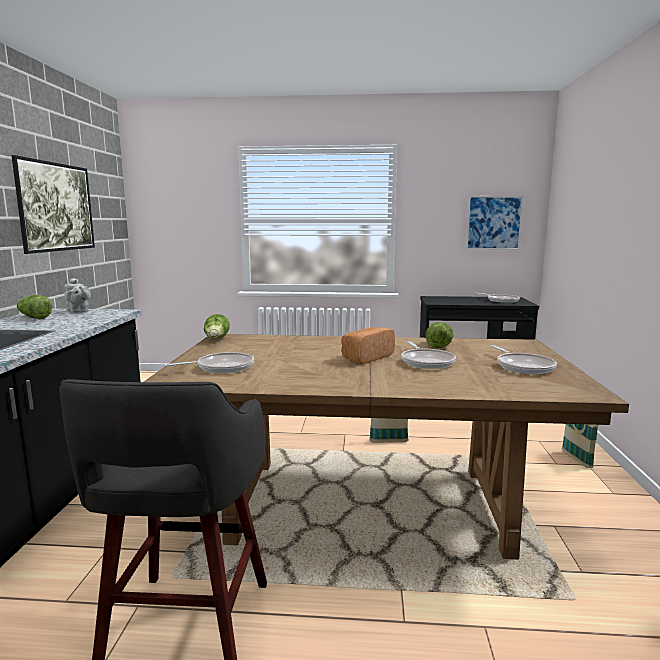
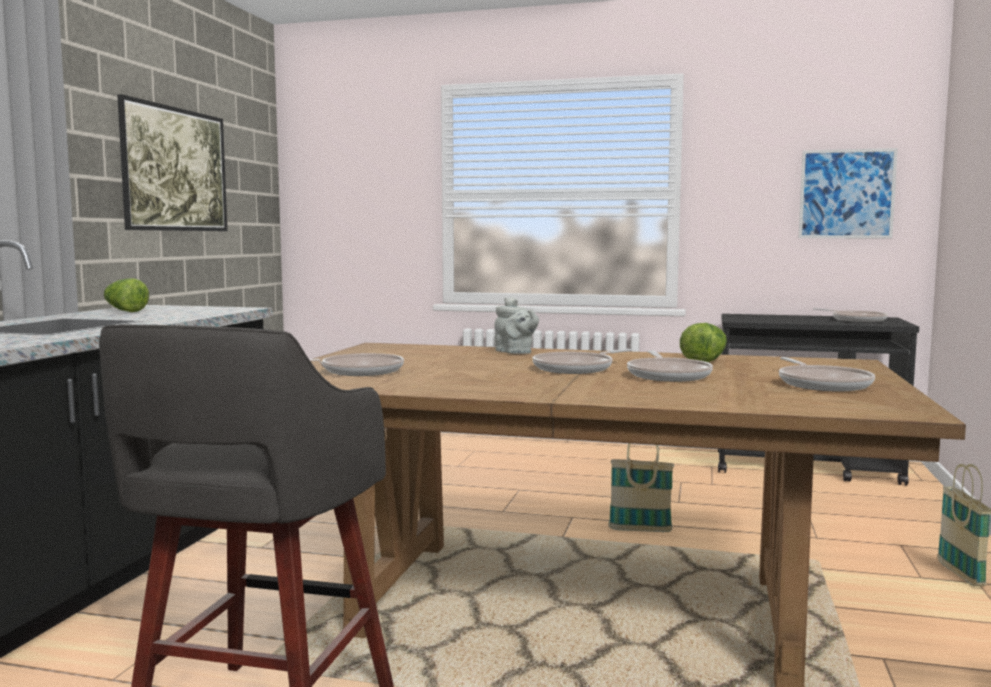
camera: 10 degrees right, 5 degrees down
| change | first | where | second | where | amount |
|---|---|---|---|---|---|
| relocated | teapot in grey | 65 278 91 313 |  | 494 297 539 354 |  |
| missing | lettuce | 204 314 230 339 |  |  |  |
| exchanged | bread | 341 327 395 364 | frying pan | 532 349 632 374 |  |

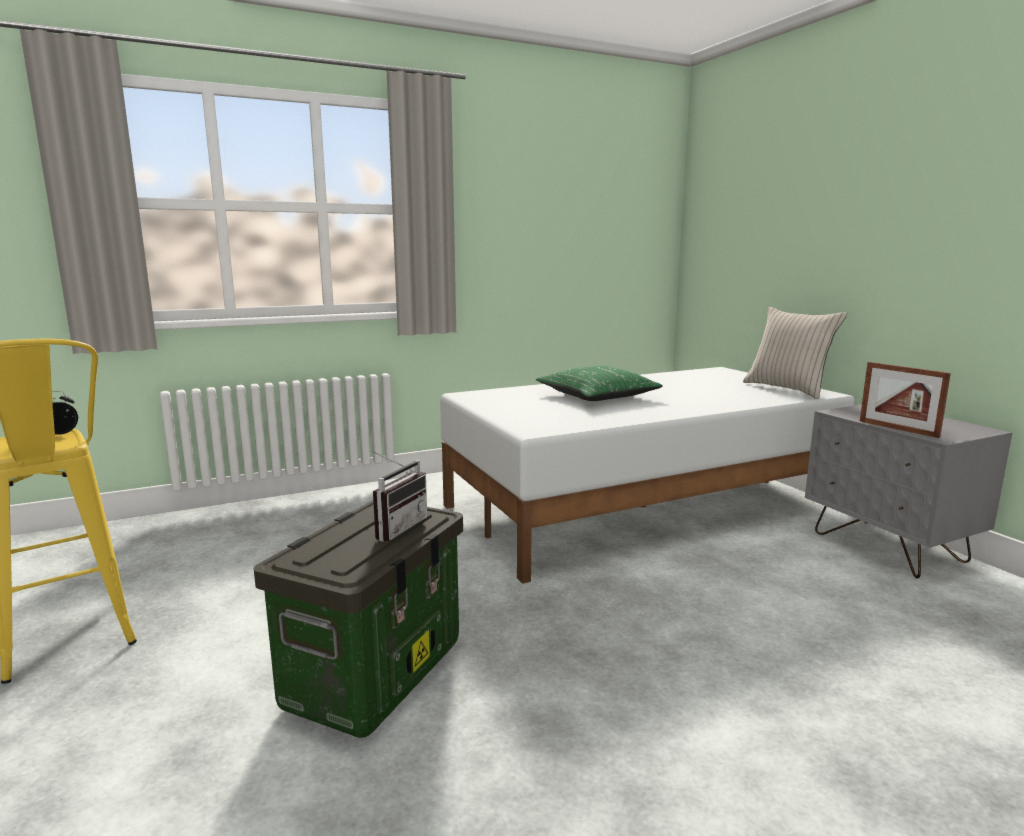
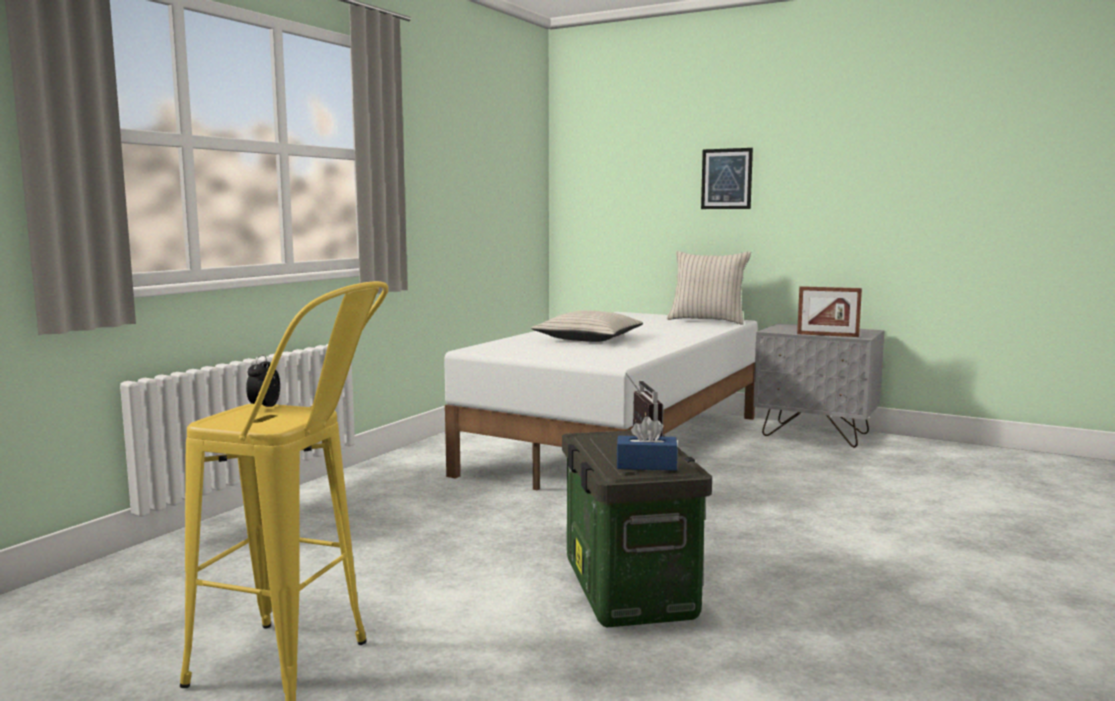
camera: 35 degrees left, 5 degrees down
| change | first | where | second | where | amount |
|---|---|---|---|---|---|
| colour | pillow in green | 536 366 663 401 | pillow in beige | 531 310 643 342 |  |
| appeared |  |  | tissue box in blue | 616 416 678 471 |  |
| appeared |  |  | picture | 701 148 753 209 |  |

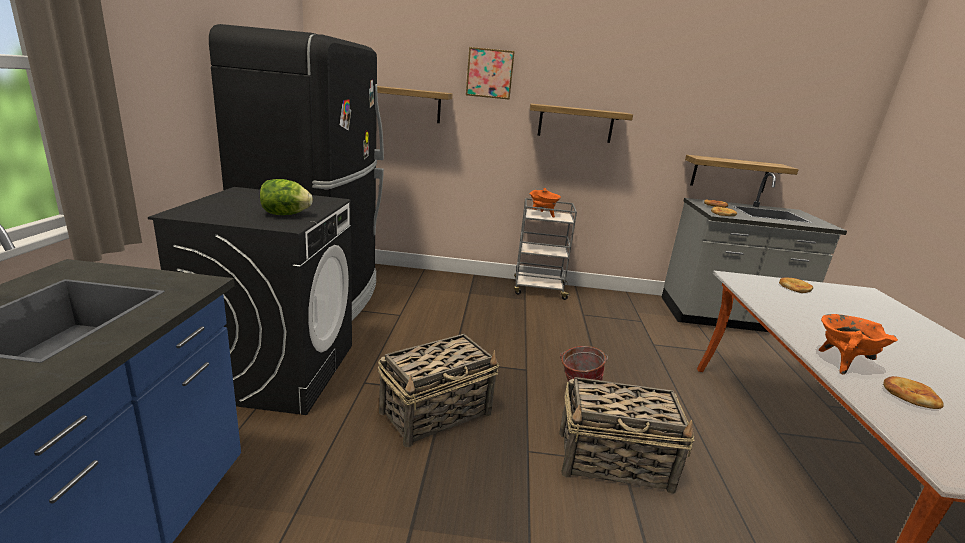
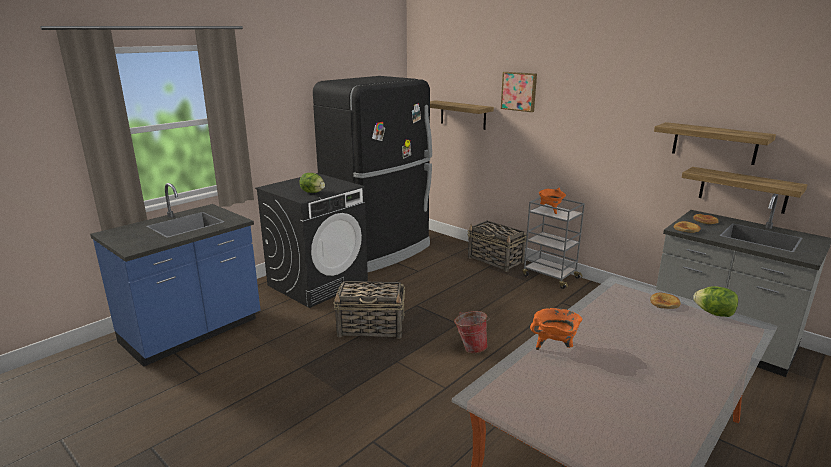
camera: 40 degrees right, 0 degrees up
| change | first | where | second | where | amount |
|---|---|---|---|---|---|
| relocated | shelf | 530 103 633 143 |  | 654 122 776 165 |  |
| relocated | basket | 559 377 694 494 |  | 467 221 527 272 |  |
| missing | bread | 883 376 944 409 |  |  |  |
| appeared |  |  | lettuce | 693 286 738 317 |  |

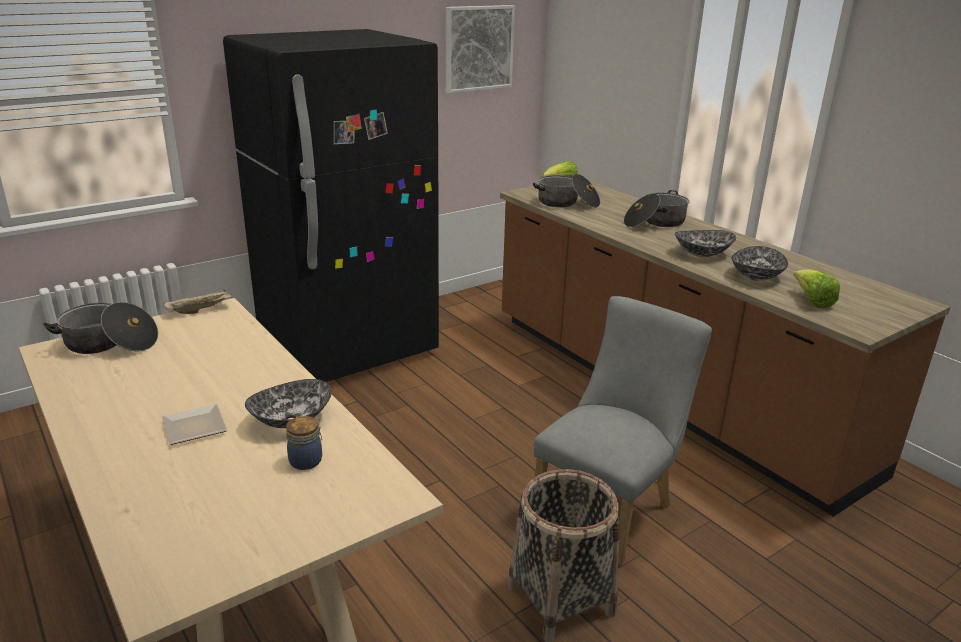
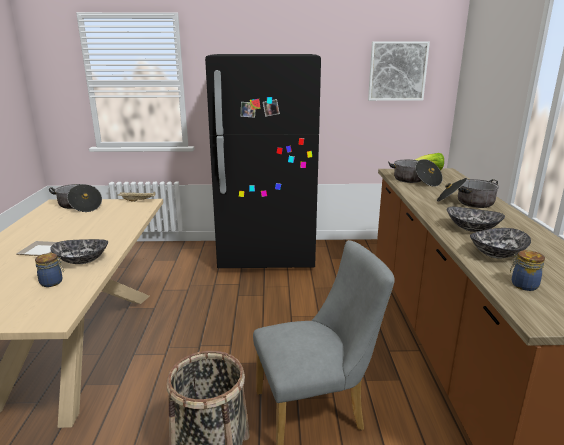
camera: 35 degrees right, 5 degrees down
| change | first | where | second | where | amount |
|---|---|---|---|---|---|
| exchanged | lettuce | 794 269 840 308 | jar | 510 250 545 291 |  |

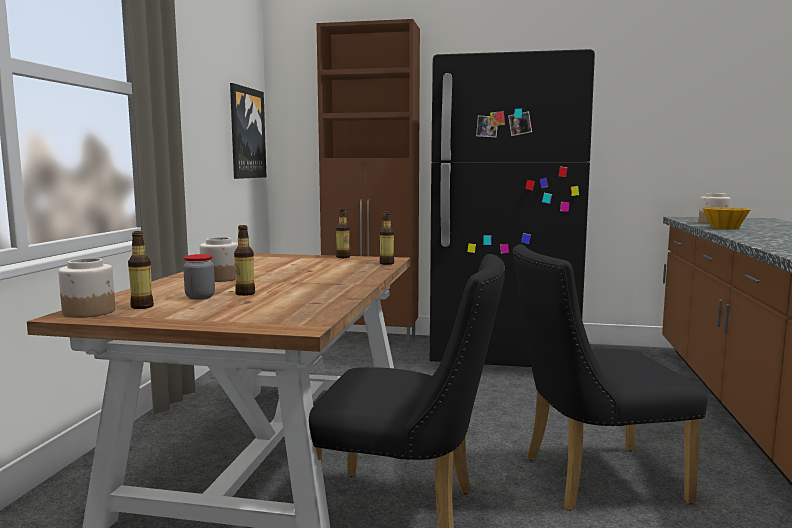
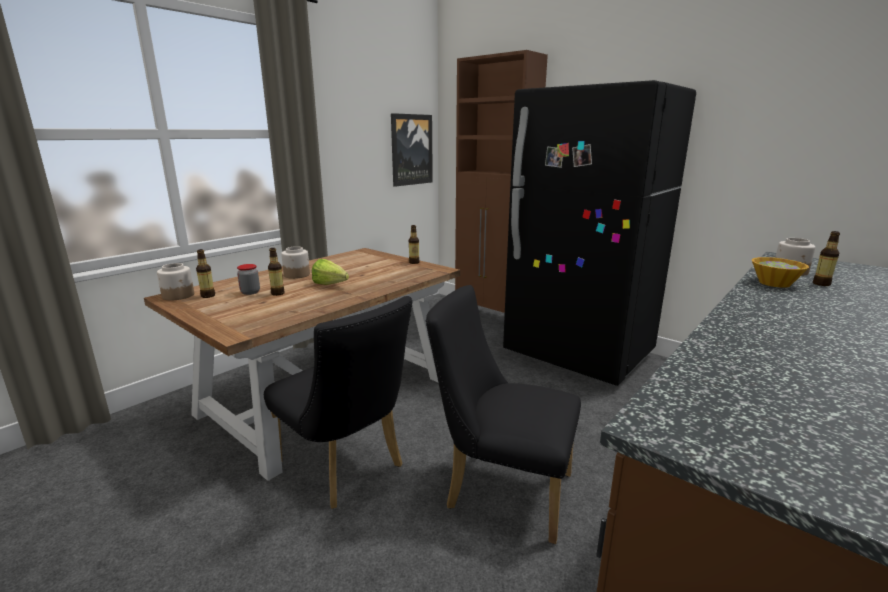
camera: 30 degrees right, 10 degrees up
| change | first | where | second | where | amount |
|---|---|---|---|---|---|
| relocated | bottle | 380 211 394 265 |  | 813 231 840 286 |  |
| appeared |  |  | lettuce | 312 259 349 285 |  |

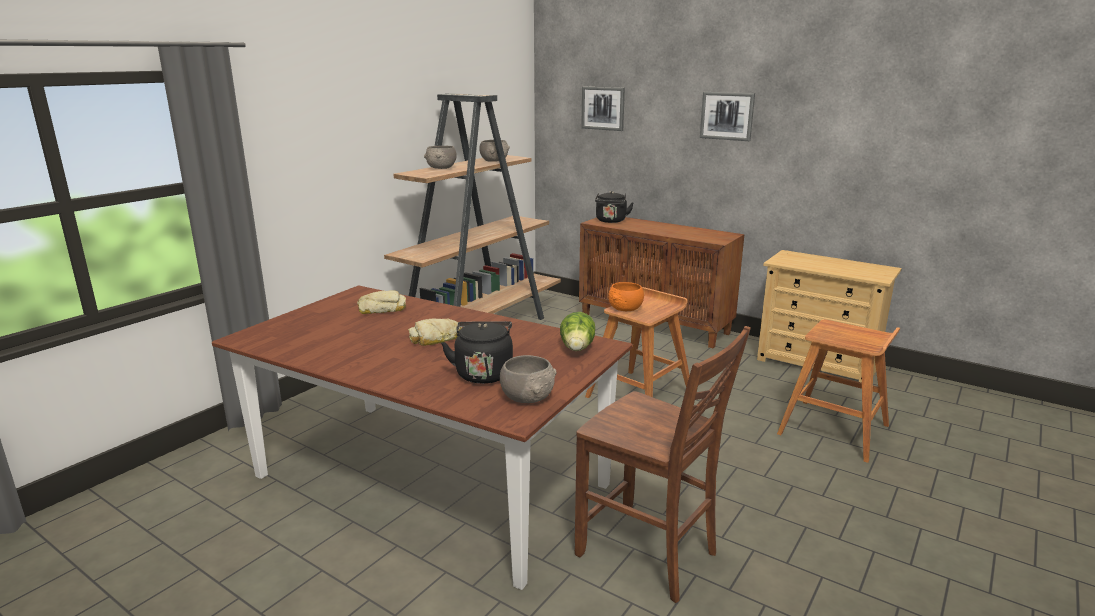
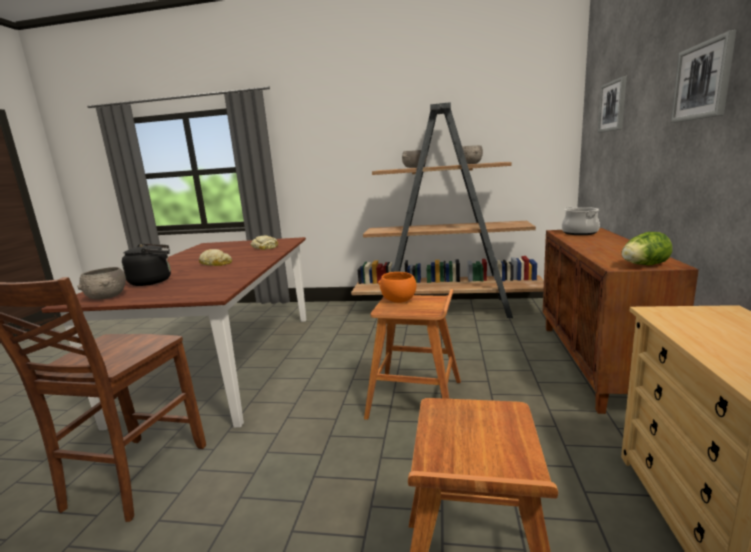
camera: 65 degrees right, 5 degrees down
| change | first | where | second | where | amount |
|---|---|---|---|---|---|
| relocated | lettuce | 560 312 595 351 |  | 621 232 672 265 |  |
| exchanged | kettle in black | 595 191 633 223 | cooking pot | 562 207 600 235 |  |

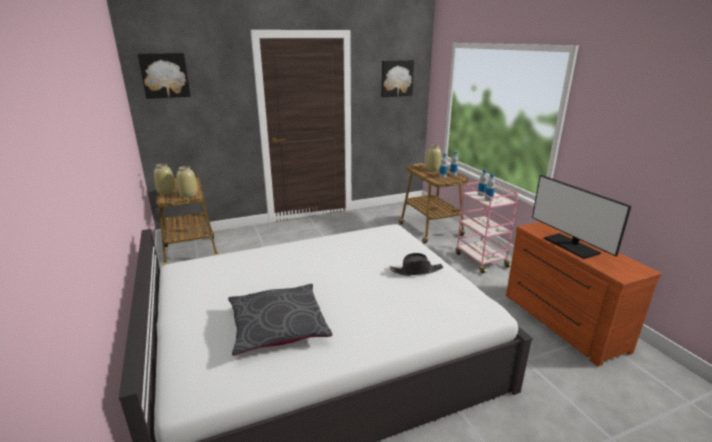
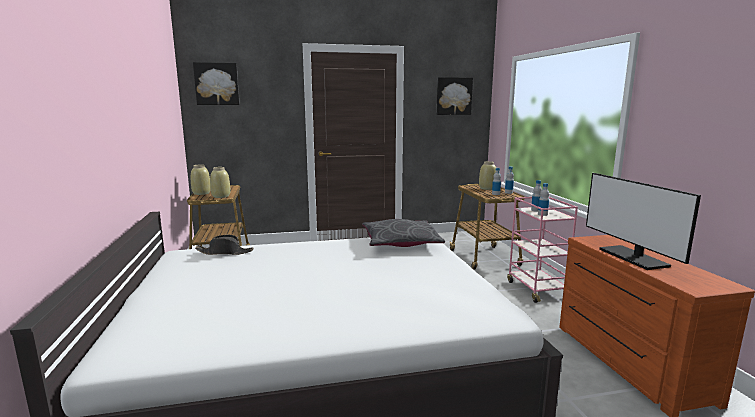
camera: 10 degrees right, 10 degrees down
| change | first | where | second | where | amount |
|---|---|---|---|---|---|
| relocated | pillow in grey | 228 284 332 356 |  | 362 219 445 247 |  |
| relocated | hat in black | 390 253 443 276 |  | 195 235 253 255 |  |

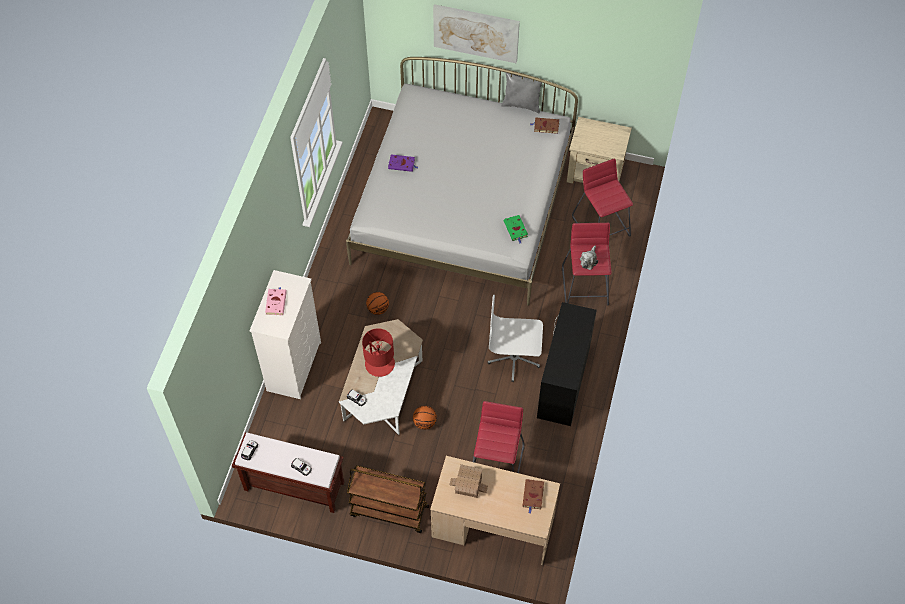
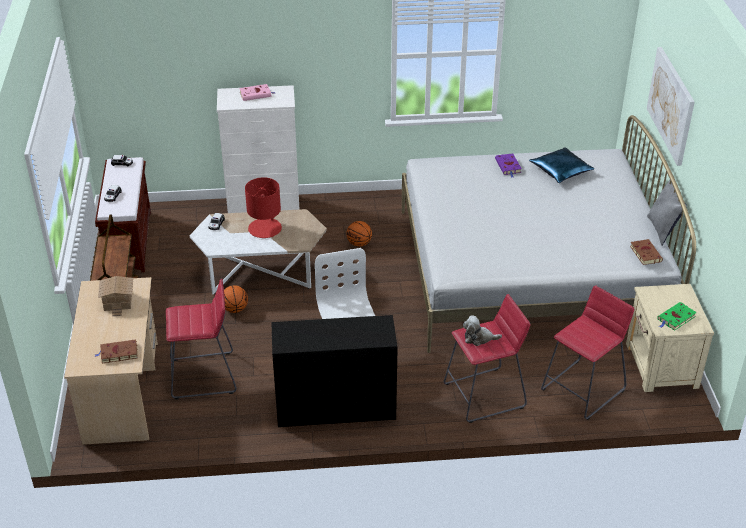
camera: 70 degrees right, 20 degrees down
| change | first | where | second | where | amount |
|---|---|---|---|---|---|
| relocated | book in green | 504 215 528 243 |  | 657 302 697 331 |  |
| appeared |  |  | pillow in blue | 529 147 594 183 |  |

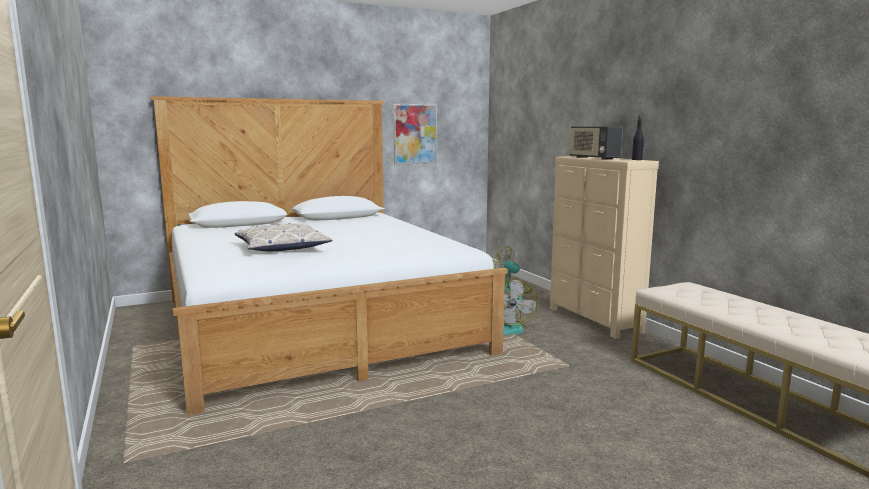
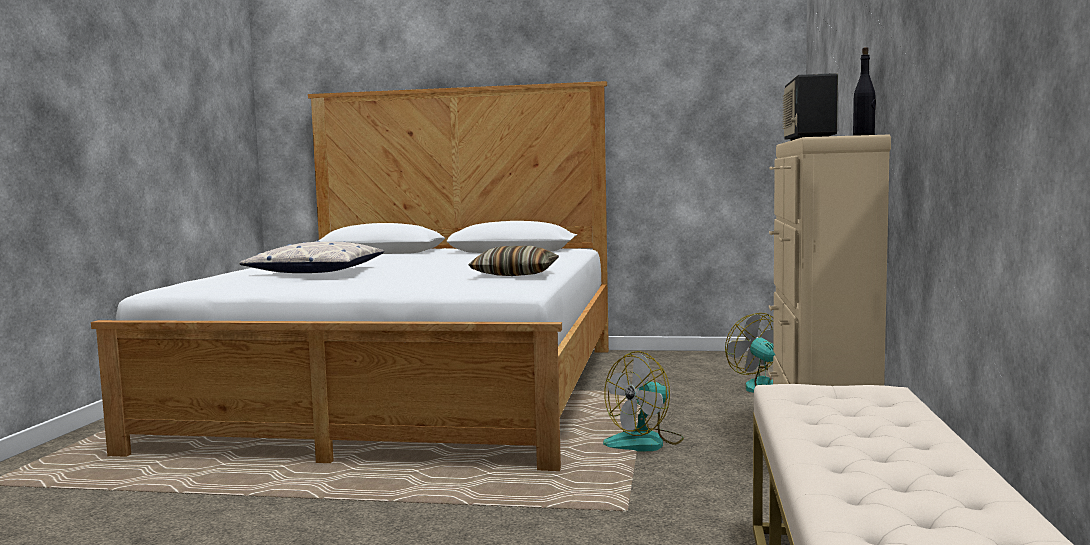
camera: 35 degrees right, 5 degrees down
| change | first | where | second | where | amount |
|---|---|---|---|---|---|
| missing | picture | 393 104 437 165 |  |  |  |
| appeared |  |  | pillow | 468 246 559 276 |  |

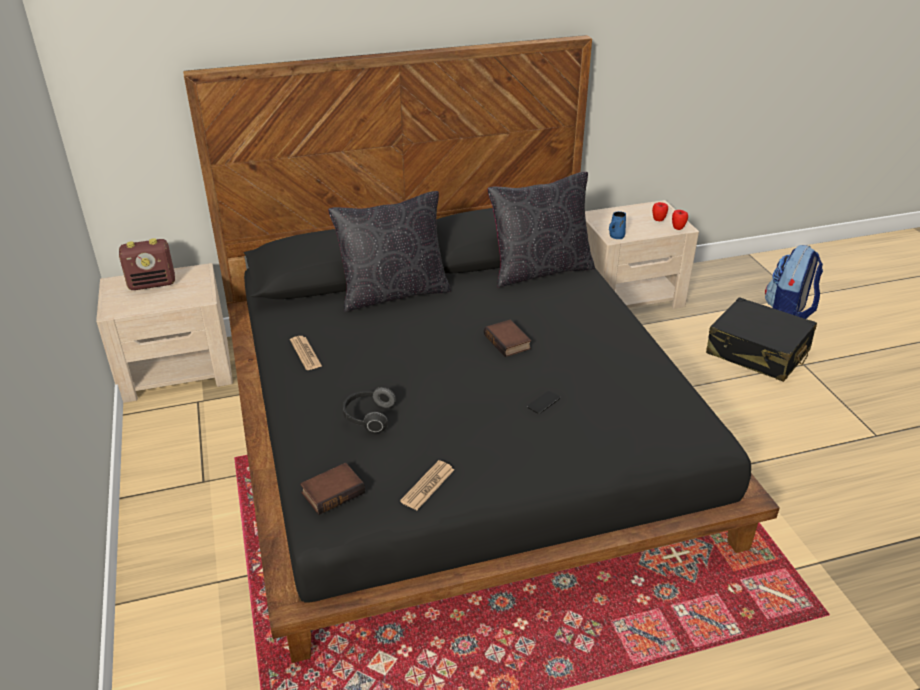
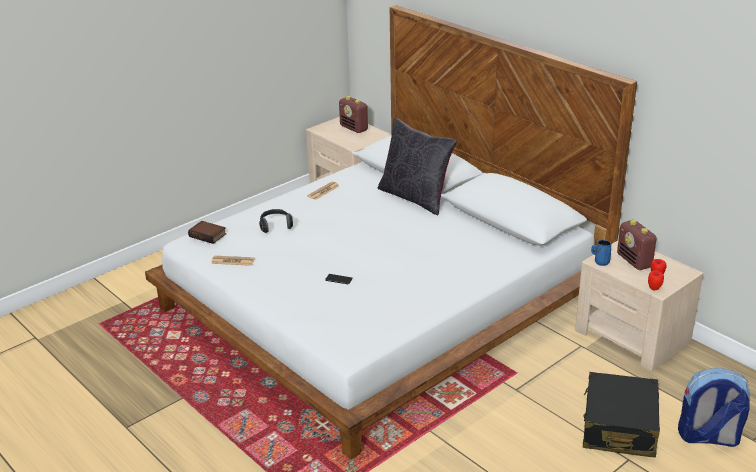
camera: 65 degrees right, 5 degrees down
| change | first | where | second | where | amount |
|---|---|---|---|---|---|
| colour | bed in black | 183 35 780 663 | bed in white | 145 5 637 460 |  |
| missing | book | 484 320 531 357 |  |  |  |
| missing | pillow in black | 488 172 595 287 |  |  |  |
| appeared |  |  | radio | 617 220 658 270 |  |

